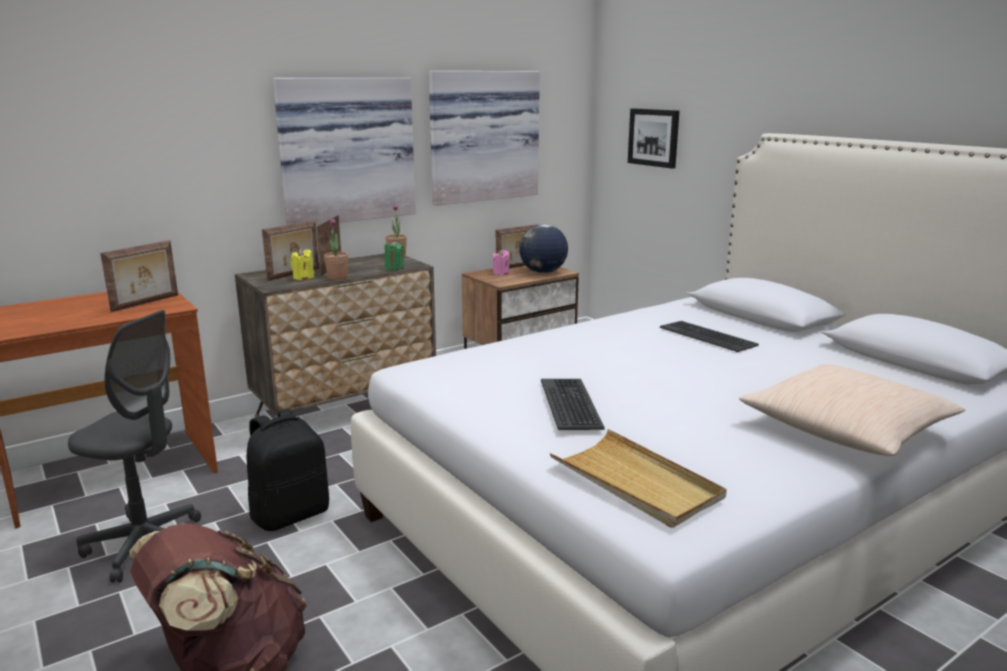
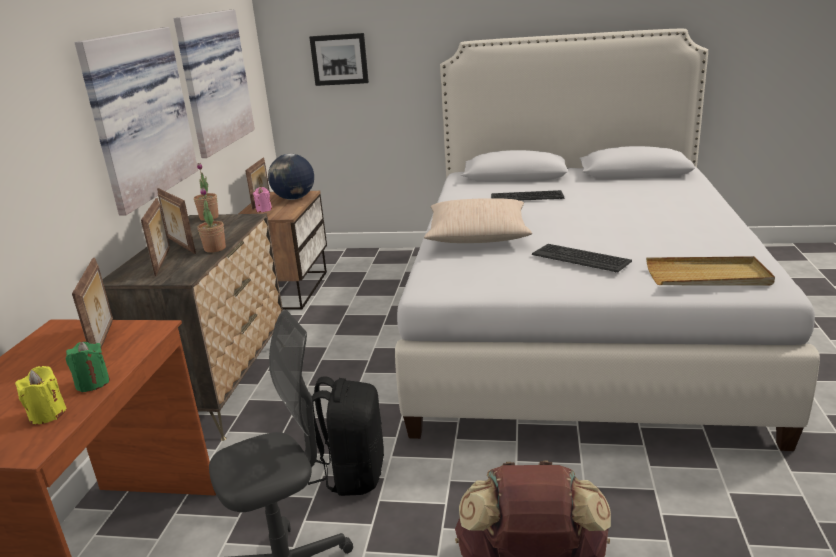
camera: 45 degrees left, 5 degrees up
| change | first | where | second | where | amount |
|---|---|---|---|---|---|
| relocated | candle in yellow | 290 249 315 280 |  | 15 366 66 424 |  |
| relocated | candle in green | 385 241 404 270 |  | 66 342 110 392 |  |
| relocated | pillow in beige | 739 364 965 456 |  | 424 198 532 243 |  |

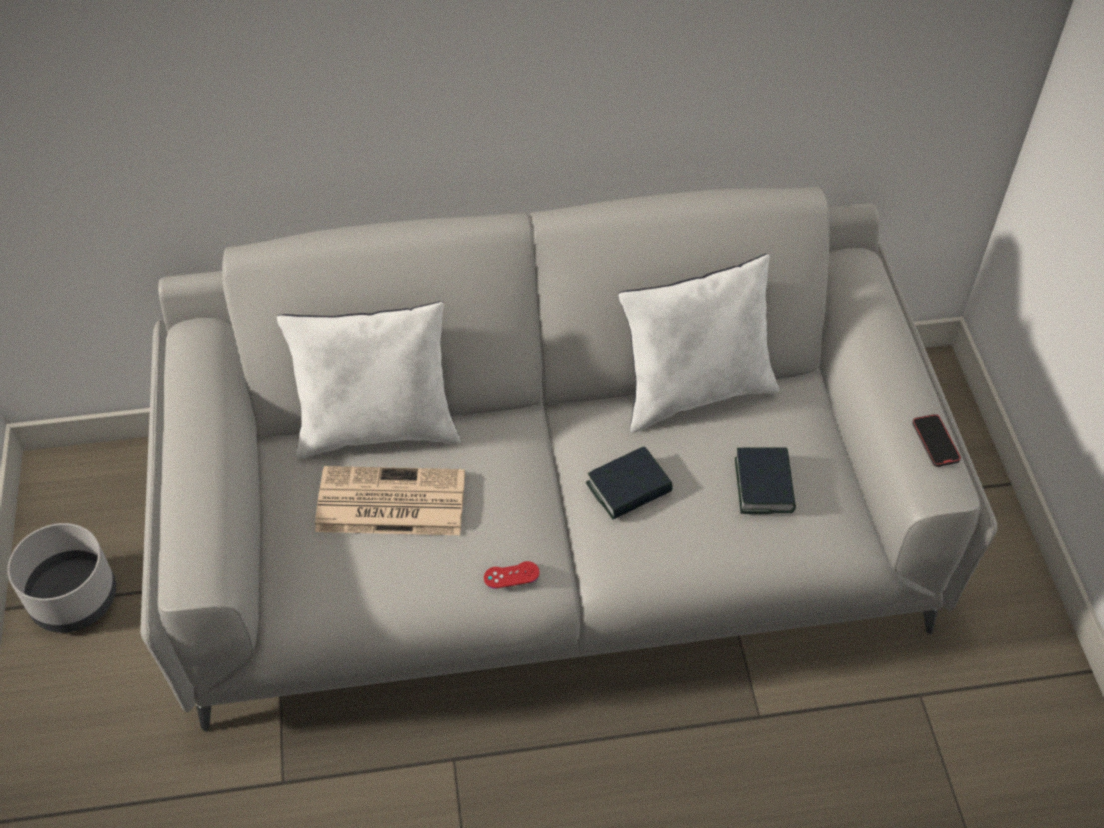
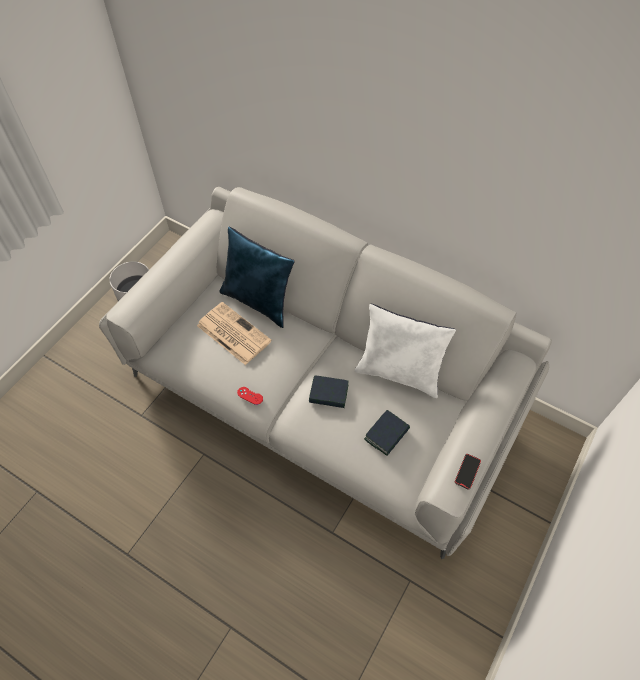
camera: 40 degrees right, 5 degrees up
| change | first | where | second | where | amount |
|---|---|---|---|---|---|
| colour | pillow in white | 277 301 461 458 | pillow in blue | 219 227 295 328 |  |

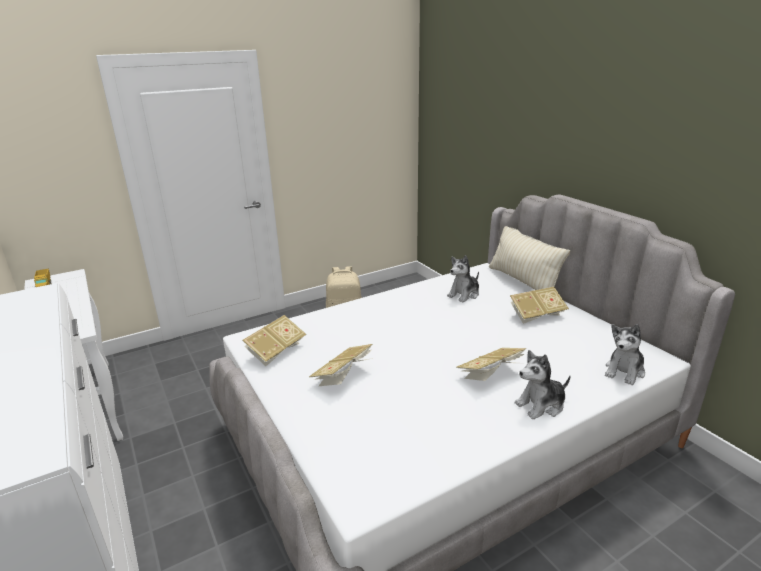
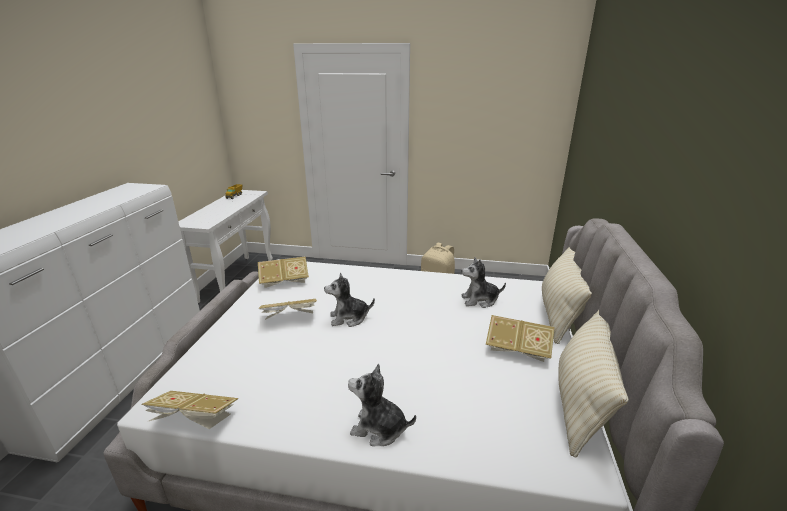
camera: 40 degrees right, 0 degrees up
| change | first | where | second | where | amount |
|---|---|---|---|---|---|
| relocated | book | 456 348 526 381 |  | 141 391 239 429 |  |
| relocated | plush toy | 605 324 645 385 |  | 324 273 375 327 |  |
| appeared |  |  | pillow in beige | 558 310 629 457 |  |

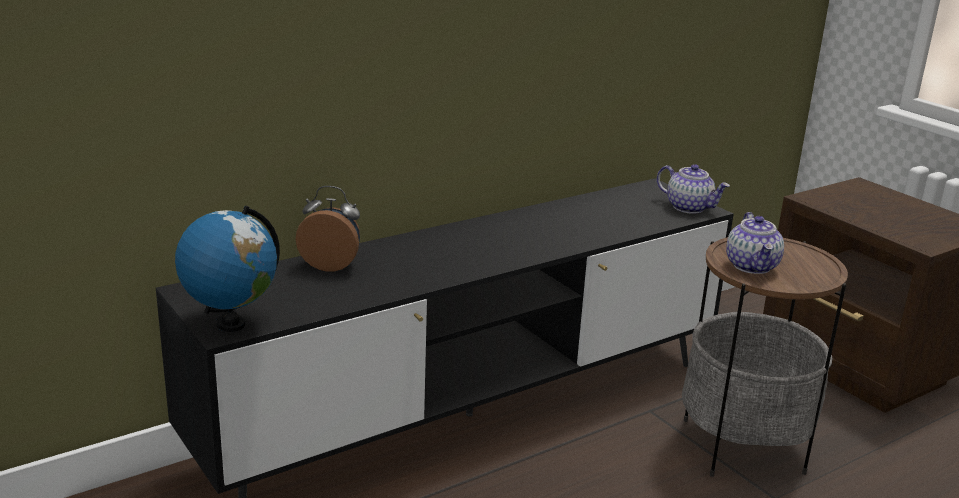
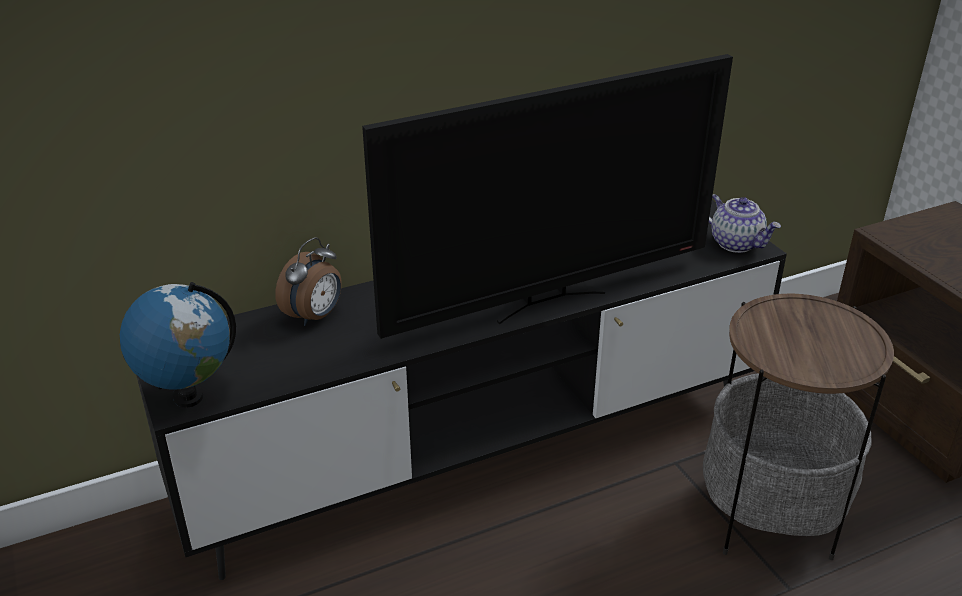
camera: 10 degrees right, 10 degrees up
| change | first | where | second | where | amount |
|---|---|---|---|---|---|
| spun | alarm clock | 296 186 360 272 |  | 275 237 342 326 | 105 degrees clockwise |
| missing | teapot | 726 212 784 274 |  |  |  |
| appeared |  |  | television | 362 54 733 339 |  |

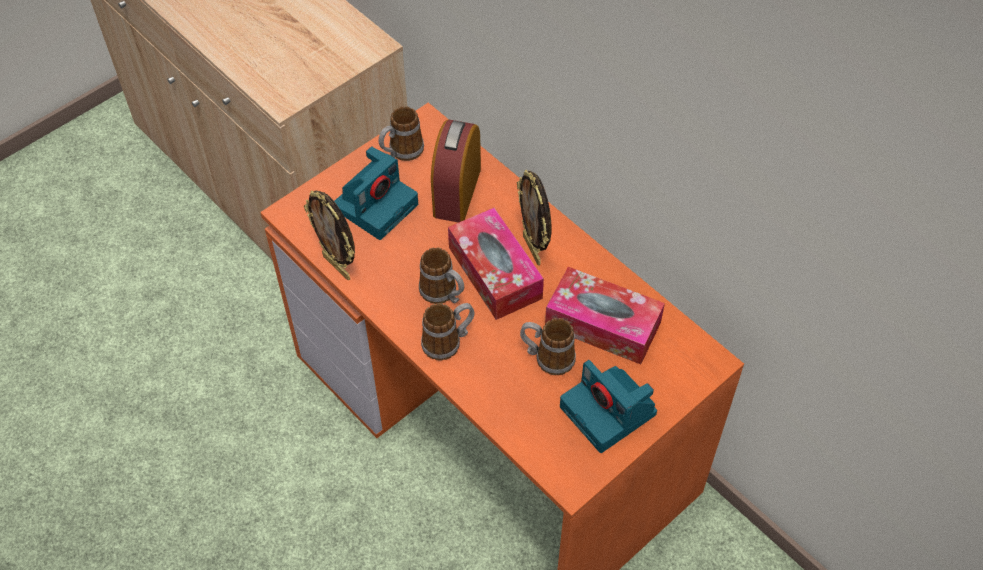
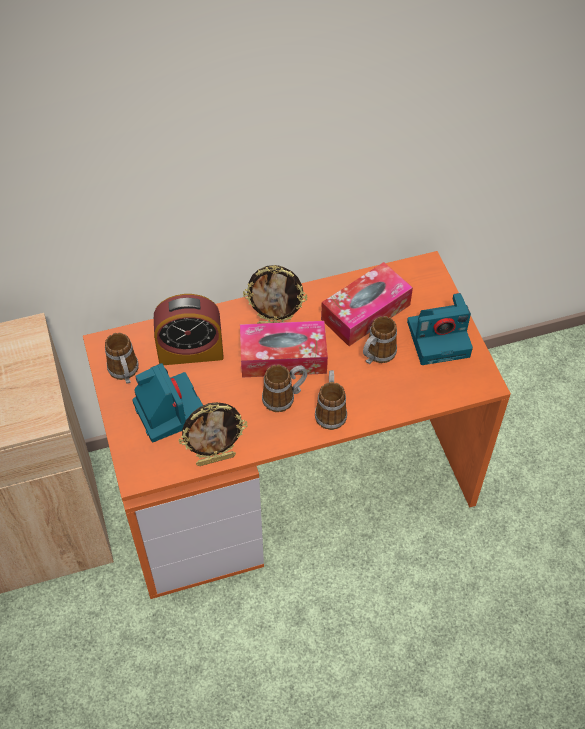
camera: 65 degrees left, 0 degrees up
| change | first | where | second | where | amount |
|---|---|---|---|---|---|
| spun | alarm clock | 431 120 481 223 |  | 154 294 224 365 | 45 degrees counterclockwise |

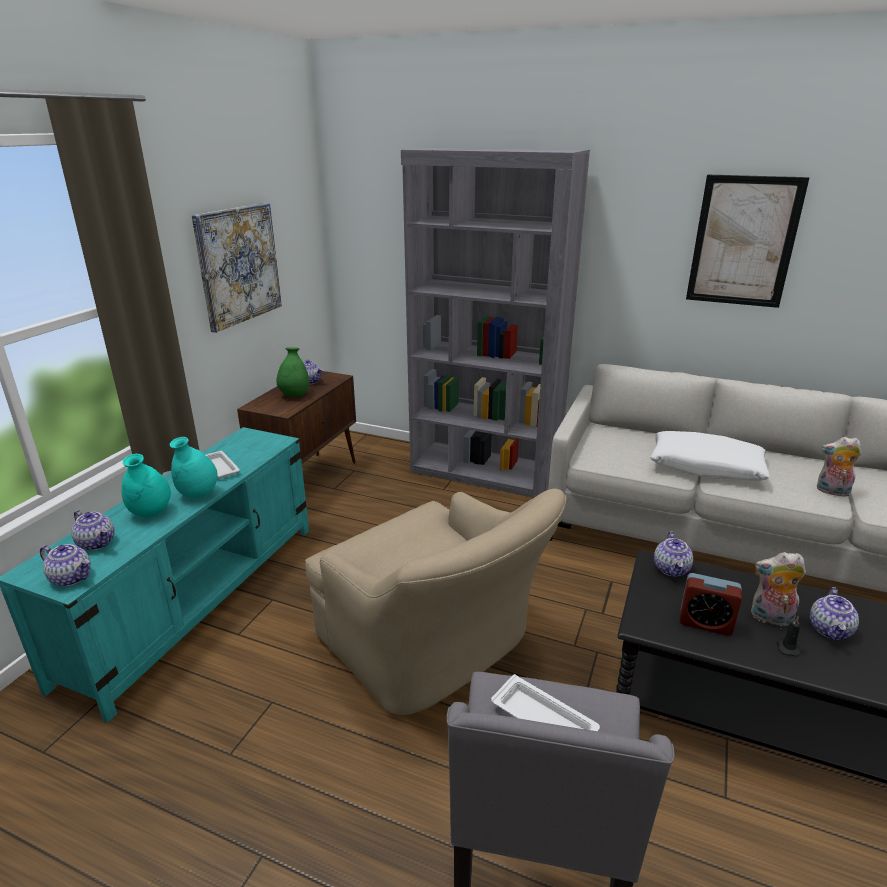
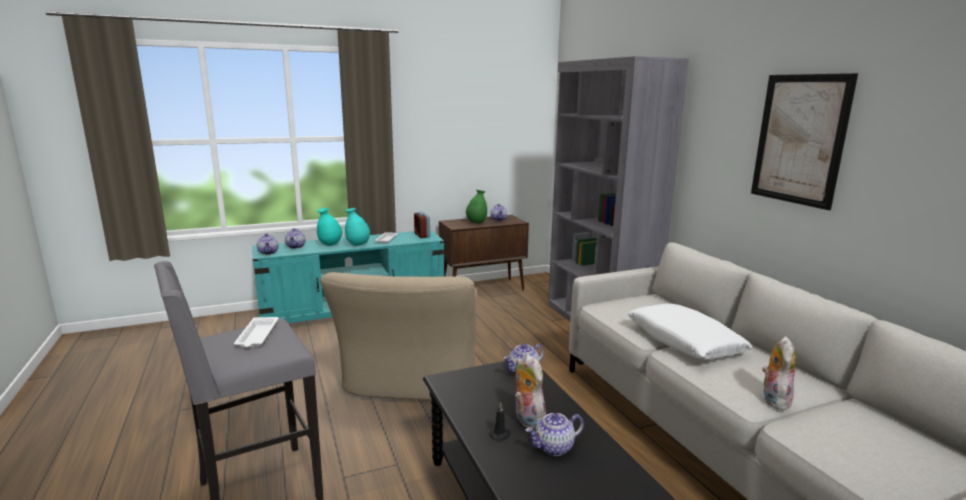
camera: 45 degrees right, 10 degrees down
| change | first | where | second | where | amount |
|---|---|---|---|---|---|
| missing | picture | 192 203 282 333 |  |  |  |
| relocated | alarm clock | 680 573 742 636 |  | 414 212 430 238 |  |
| spun | plush toy | 817 437 861 497 |  | 762 336 796 410 | 45 degrees clockwise |

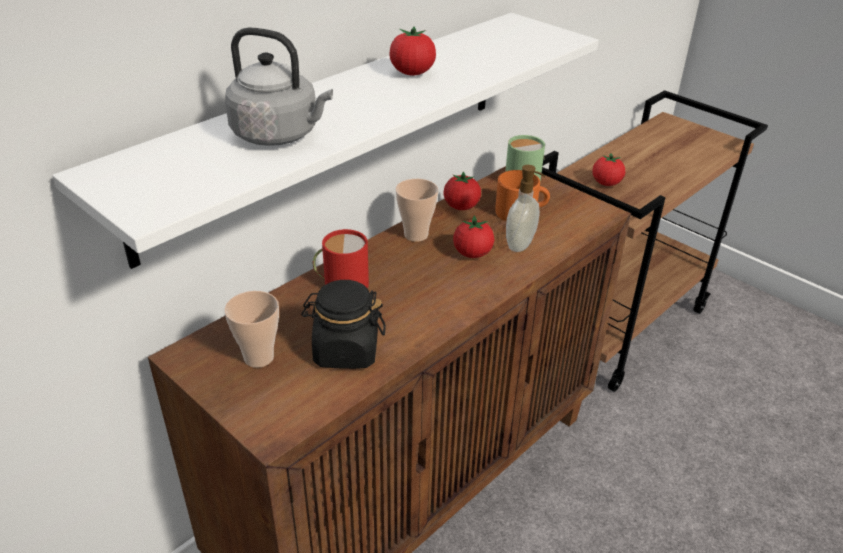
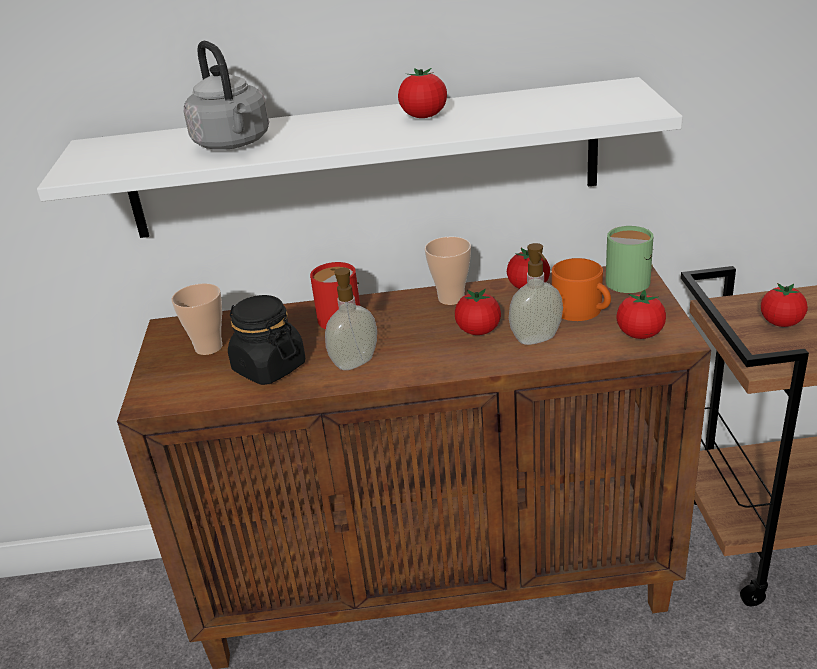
camera: 45 degrees right, 5 degrees down
| change | first | where | second | where | amount |
|---|---|---|---|---|---|
| appeared |  |  | soap dispenser | 325 268 377 370 |  |
| appeared |  |  | tomato | 616 289 666 339 |  |

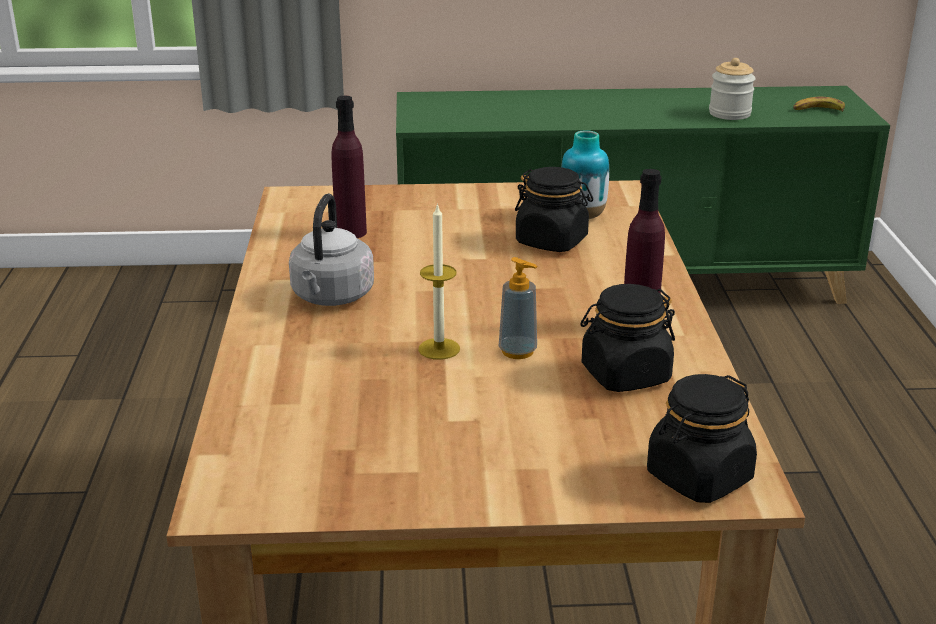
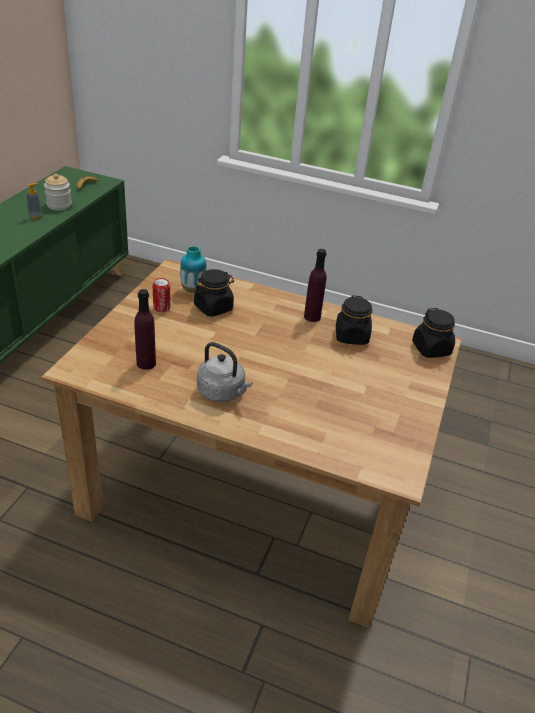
camera: 70 degrees left, 10 degrees up
| change | first | where | second | where | amount |
|---|---|---|---|---|---|
| missing | candle | 418 203 460 360 |  |  |  |
| relocated | soap dispenser | 499 257 537 359 |  | 26 183 42 219 |  |
| appeared |  |  | can | 153 278 170 312 |  |

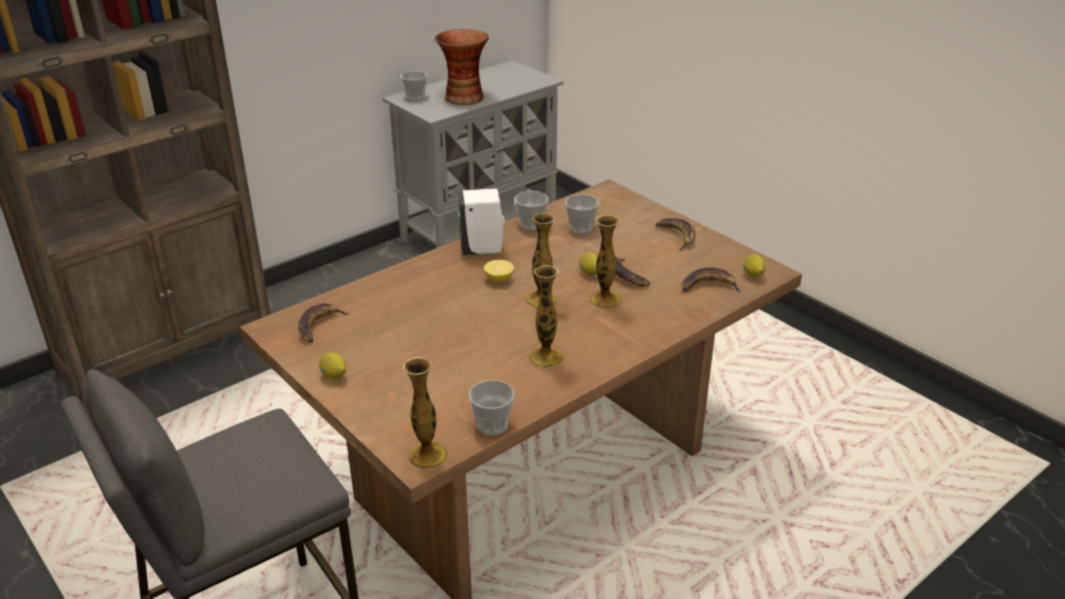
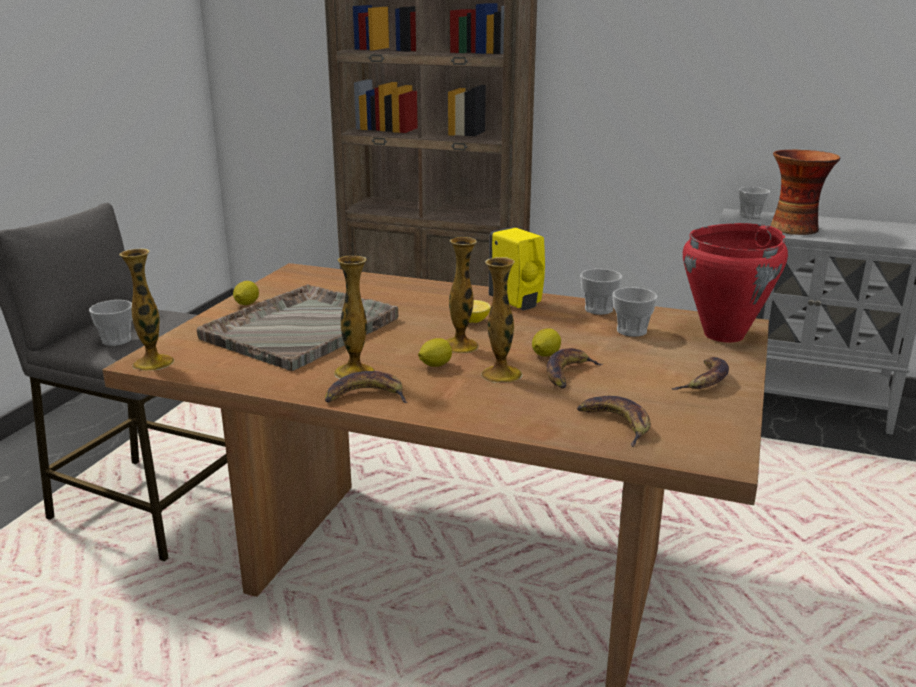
camera: 60 degrees right, 10 degrees down
| change | first | where | second | where | amount |
|---|---|---|---|---|---|
| relocated | banana | 298 303 350 343 |  | 325 371 407 403 |  |
| colour | soap dispenser in white | 458 188 505 255 | soap dispenser in yellow | 489 227 545 310 |  |
| relocated | cup | 468 380 515 435 |  | 89 300 132 346 |  |
| relocated | lemon | 743 254 765 277 |  | 418 338 452 367 |  |
| appeared |  |  | tray in grey | 197 284 398 371 |  |
| appeared |  |  | cooking pot in red | 683 223 788 343 |  |

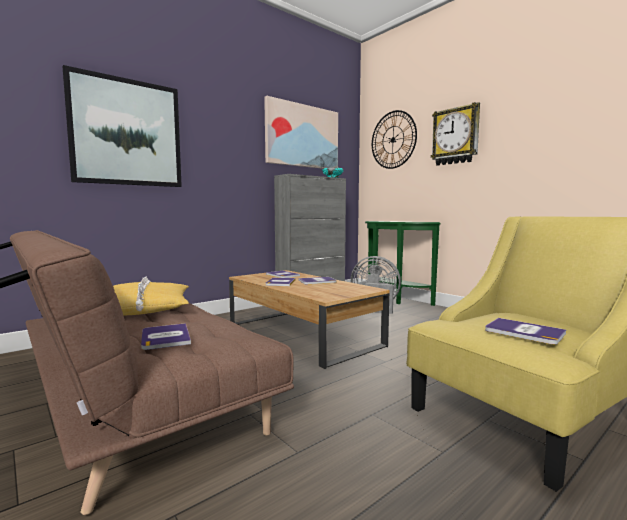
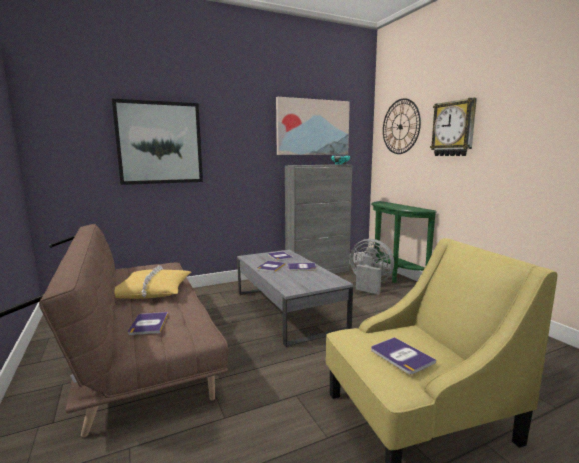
camera: 15 degrees right, 5 degrees up
| change | first | where | second | where | amount |
|---|---|---|---|---|---|
| colour | coffee table in brown | 229 270 390 369 | coffee table in grey | 237 250 353 347 |  |

